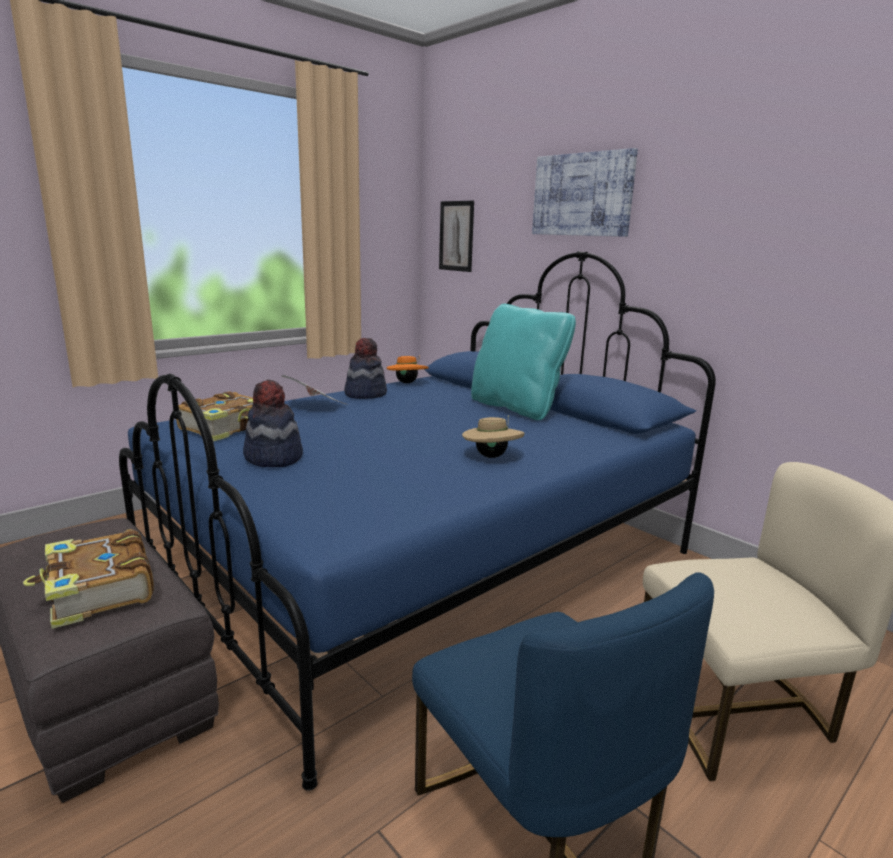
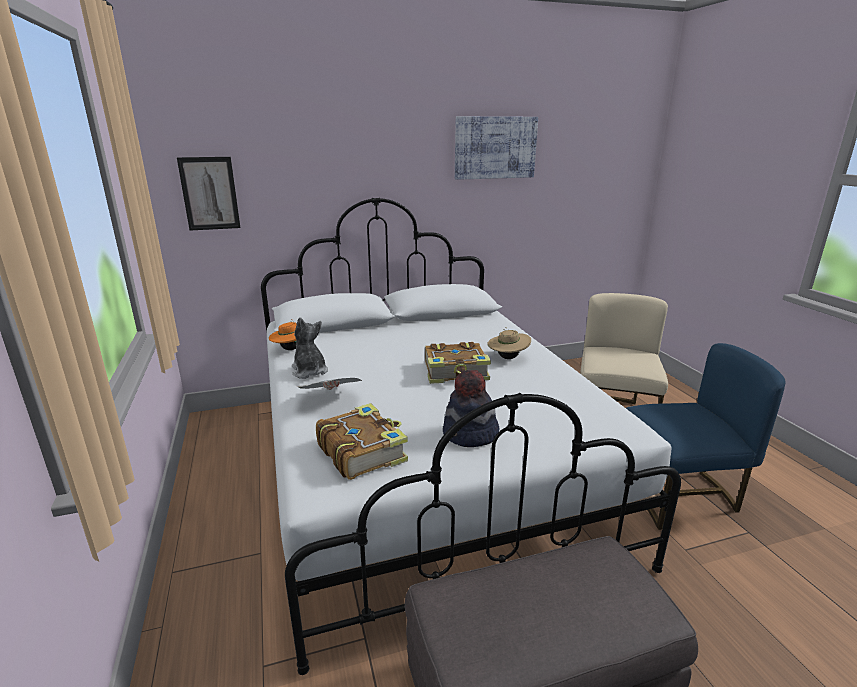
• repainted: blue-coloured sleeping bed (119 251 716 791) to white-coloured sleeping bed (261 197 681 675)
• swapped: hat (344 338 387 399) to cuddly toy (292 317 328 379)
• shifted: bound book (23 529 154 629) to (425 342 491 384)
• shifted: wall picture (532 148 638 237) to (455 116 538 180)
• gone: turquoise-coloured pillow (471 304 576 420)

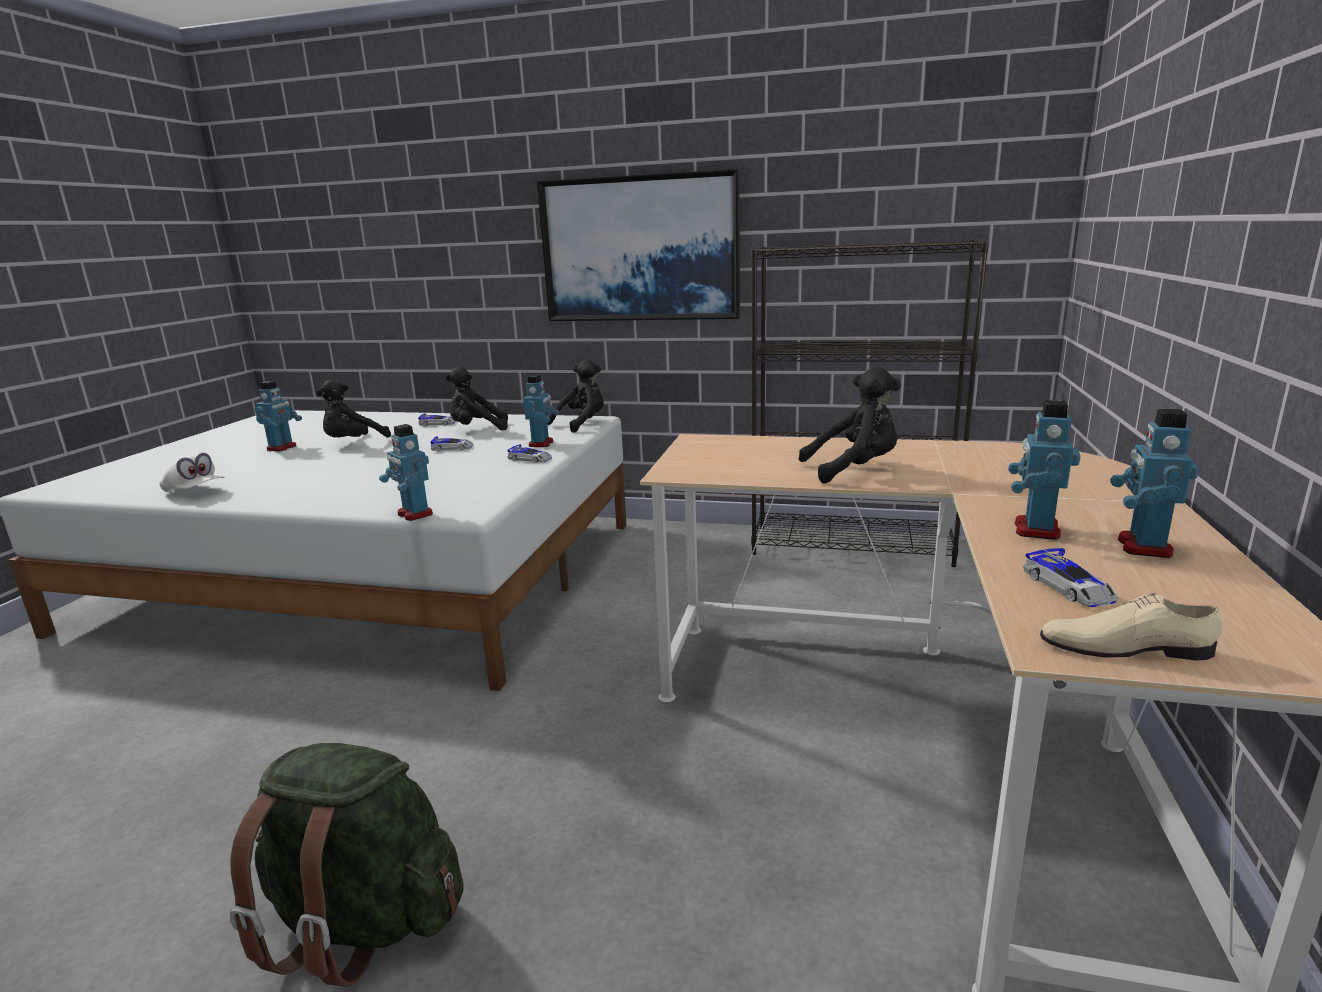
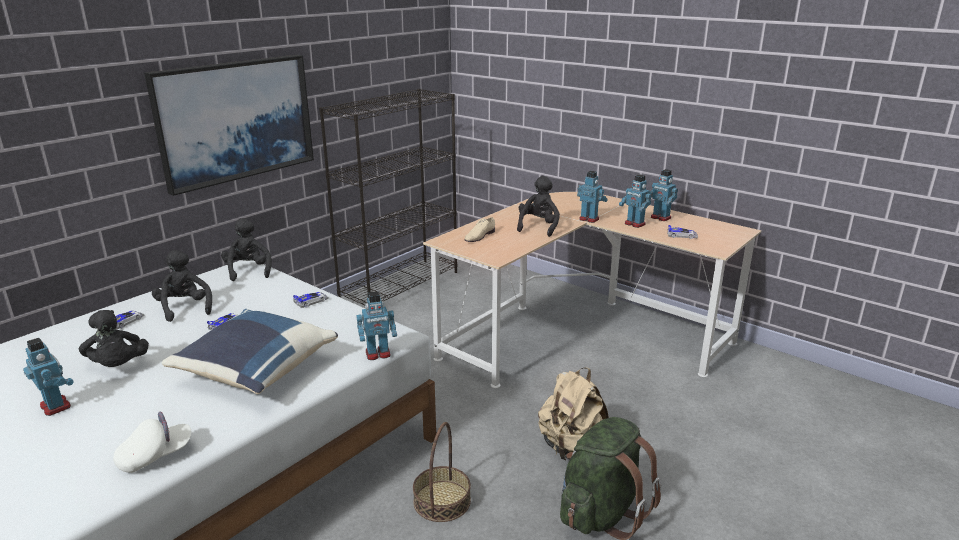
• rotated: black-coloured cuddly toy (446 367 508 430) = (152 250 212 322) 135 degrees clockwise
• new: blue-coloured pillow (162 309 338 394)
• new: household basket (413 422 471 522)
• shifted: sand-coloured shoe (1040 593 1222 661) to (464 217 495 242)
• new: sand-coloured rucksack (538 368 609 460)
• shifted: robot figure (521 374 559 447) to (577 171 608 223)

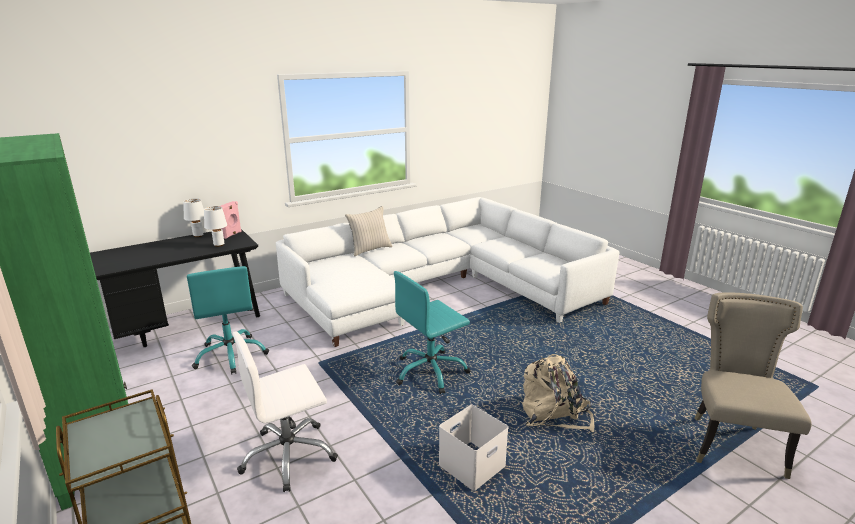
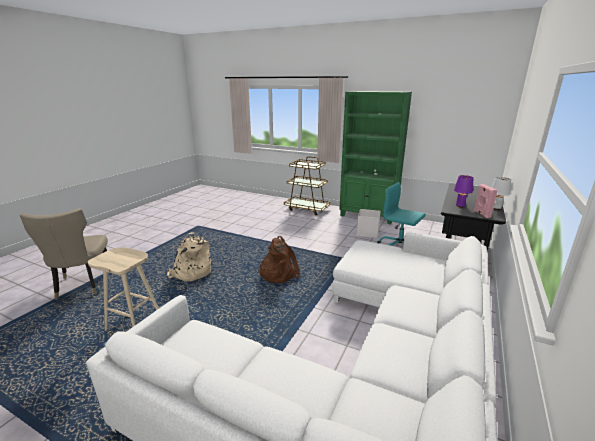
• new: sand-coloured stool (88 247 159 331)
• swapped: turquoise-coloured office chair (394 271 470 394) to brown rucksack (257 236 300 283)
• shifted: white-coloured storage box (439 405 508 491) to (357 209 381 238)
• repainted: white-coloured lamp for a table (204 206 227 247) to purple-coloured lamp for a table (454 175 473 207)
• gone: white-coloured office chair (232 332 338 492)
• gone: sand-coloured pillow (345 206 393 256)

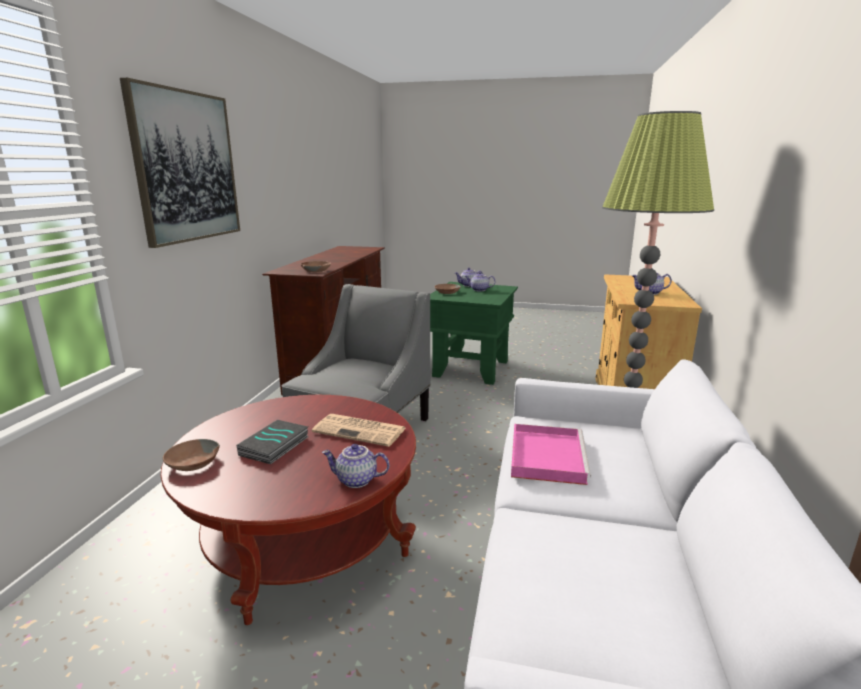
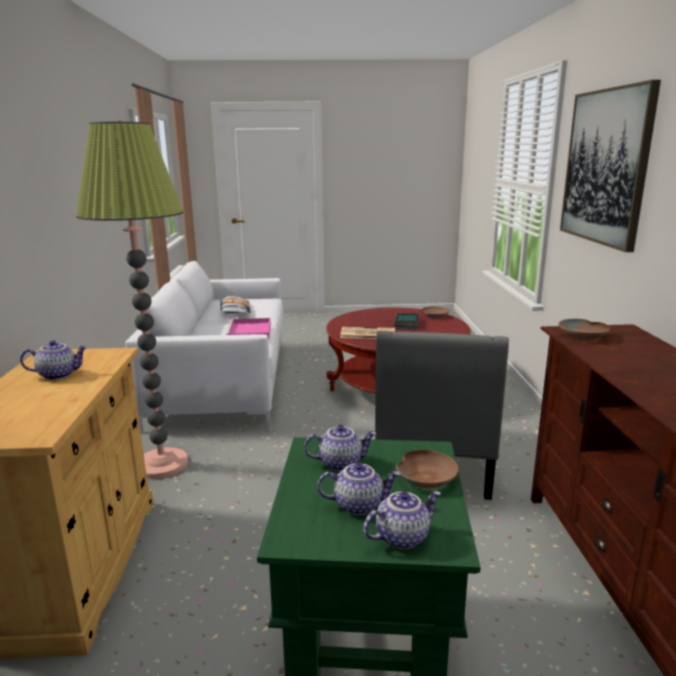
• new: pillow (220 296 251 313)
• shifted: teapot (322 444 389 488) to (304 425 377 471)

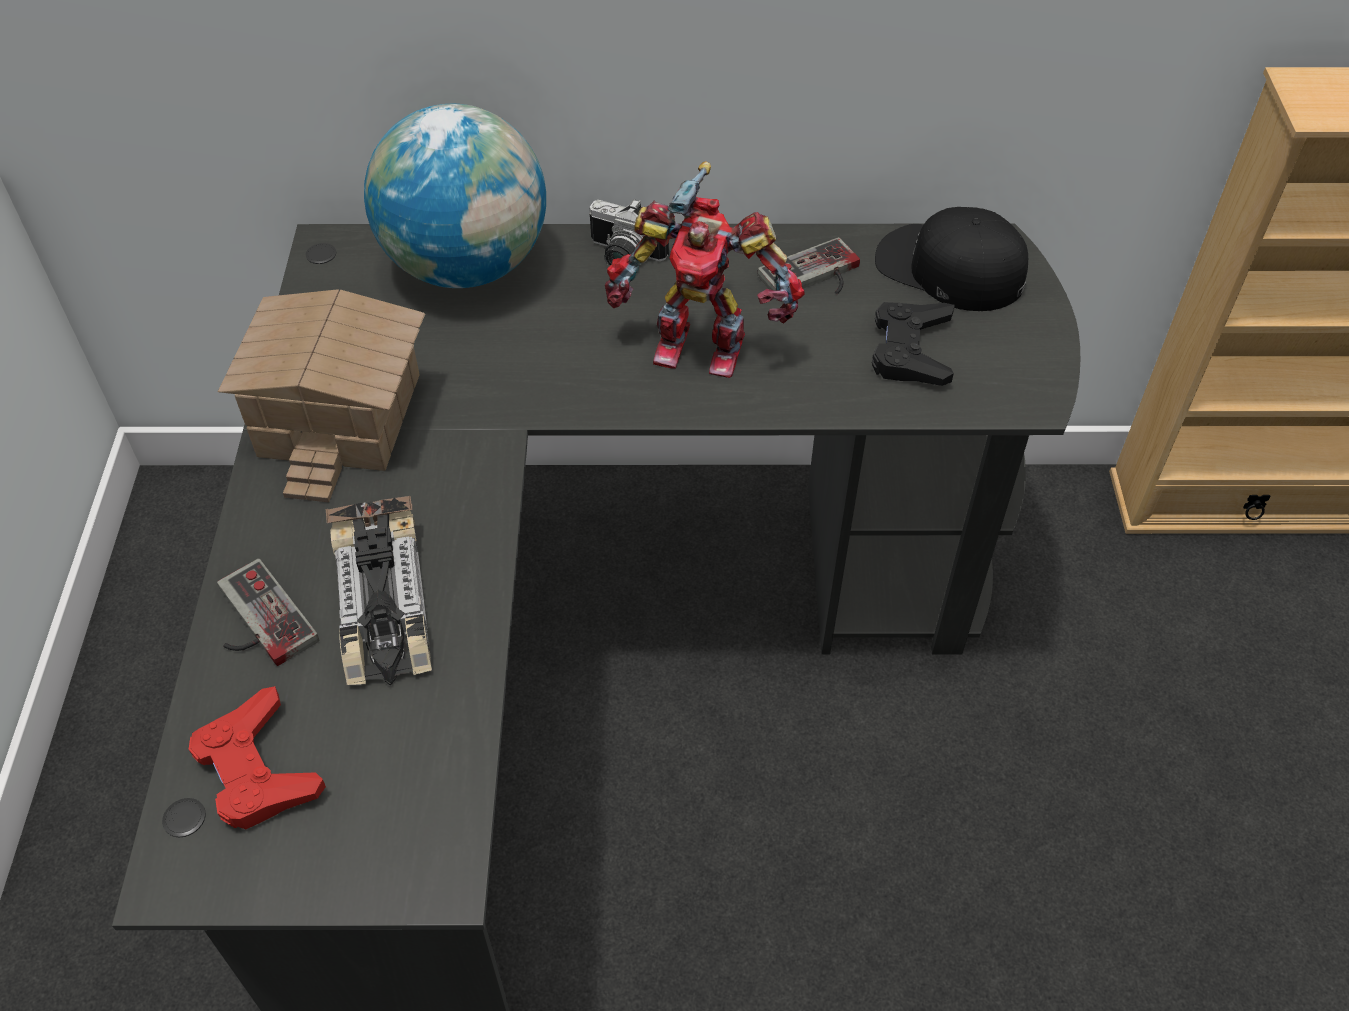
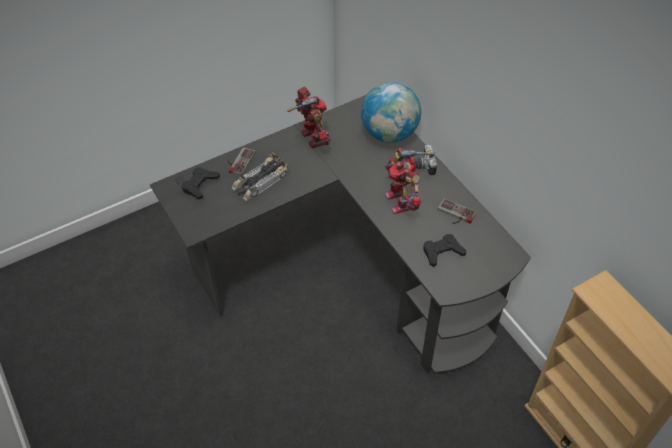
• repainted: red game controller (189 686 326 829) to black-coloured game controller (181 167 220 199)
• swapped: toy house (218 289 425 502) to robot figure (287 87 331 148)
• gone: black-coloured baseball cap (875 207 1028 311)

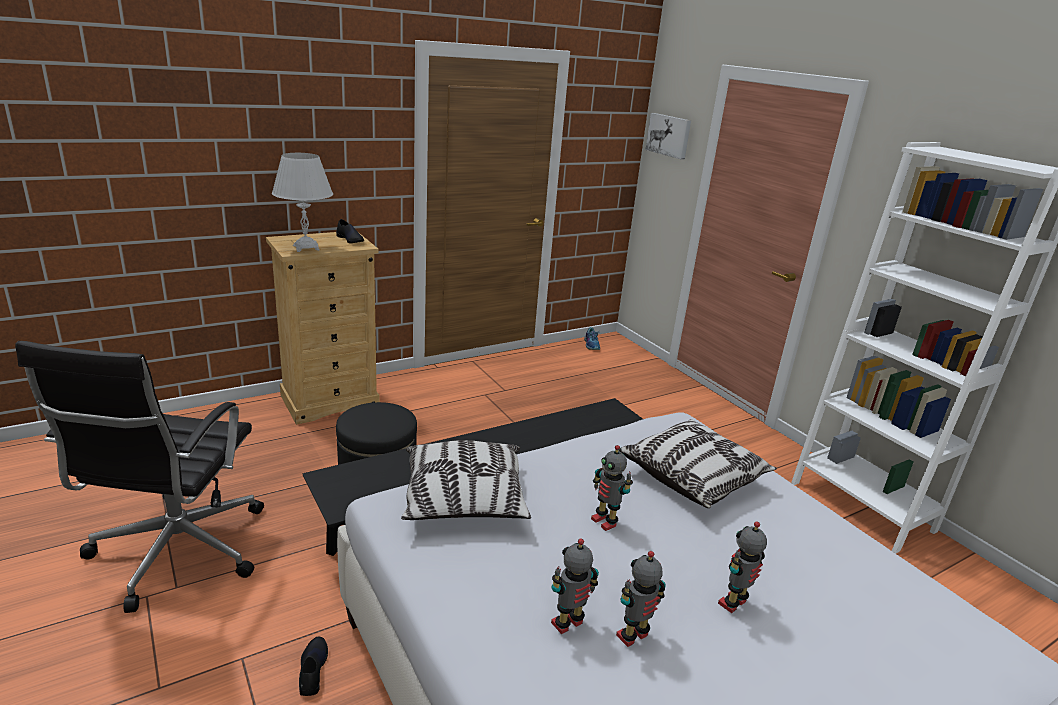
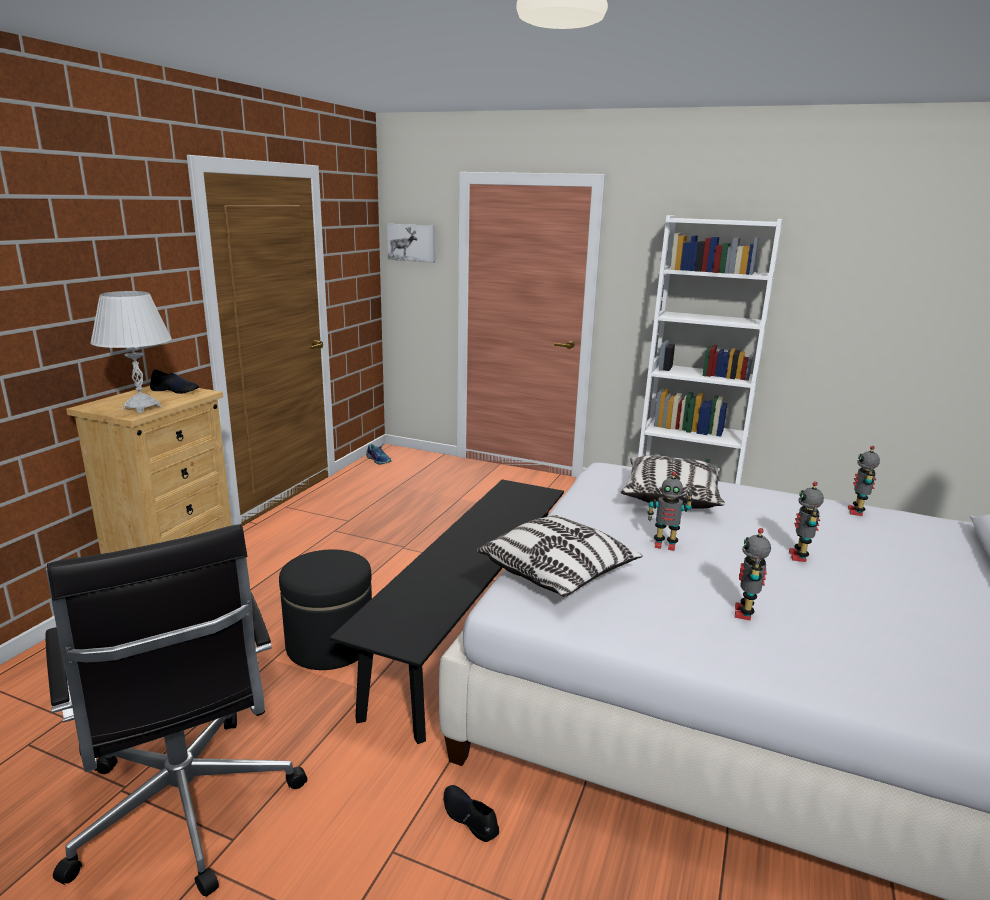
• shifted: robot figure (616 551 665 647) to (848 446 880 516)

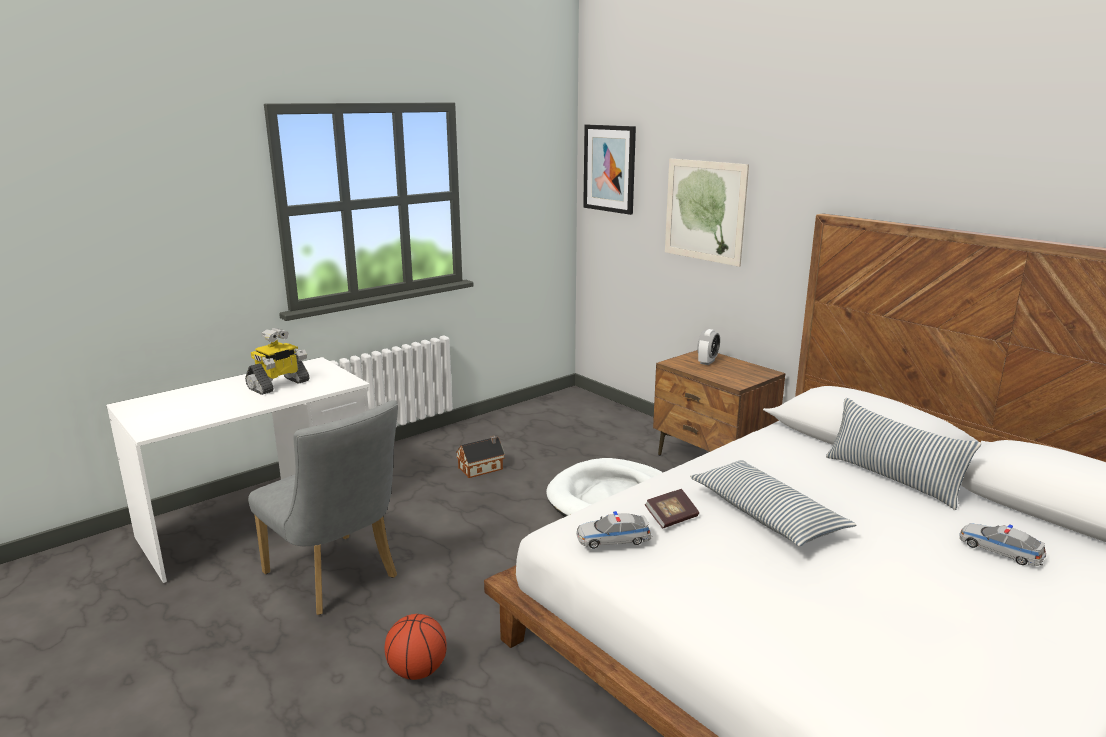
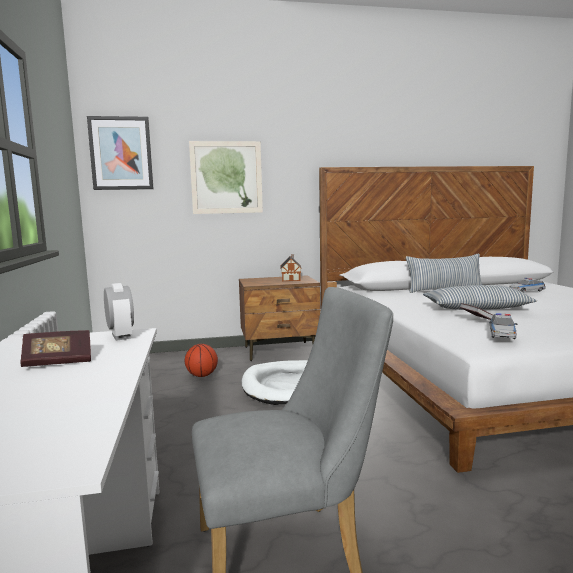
• swapped: robot figure (245 328 310 395) to bound book (20 330 91 367)
• shifted: alarm clock (697 329 720 365) to (104 283 134 341)
• shifted: basketball ball (385 614 447 680) to (185 344 218 377)
• shifted: toy house (456 436 505 478) to (280 254 302 281)

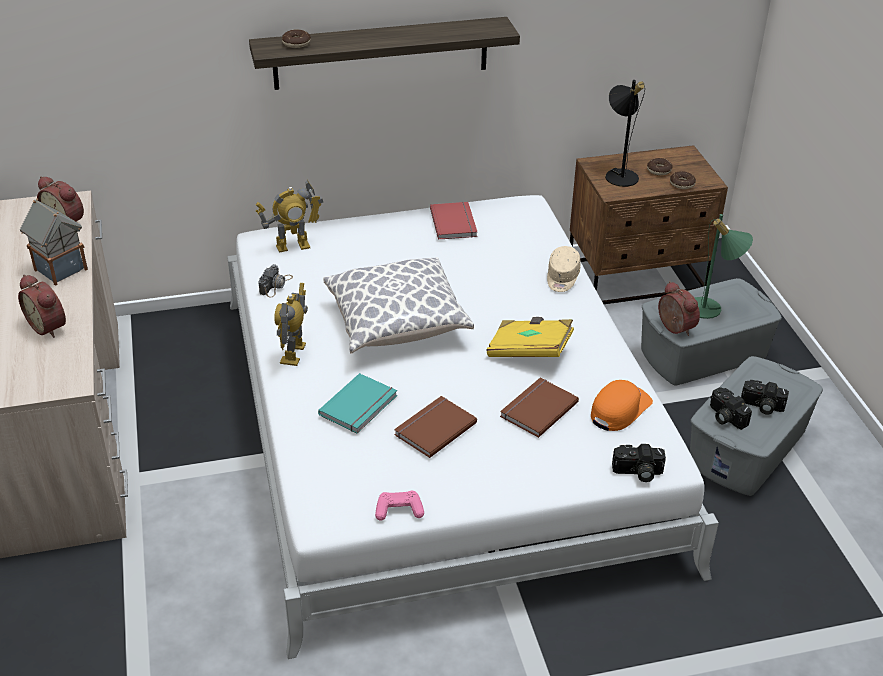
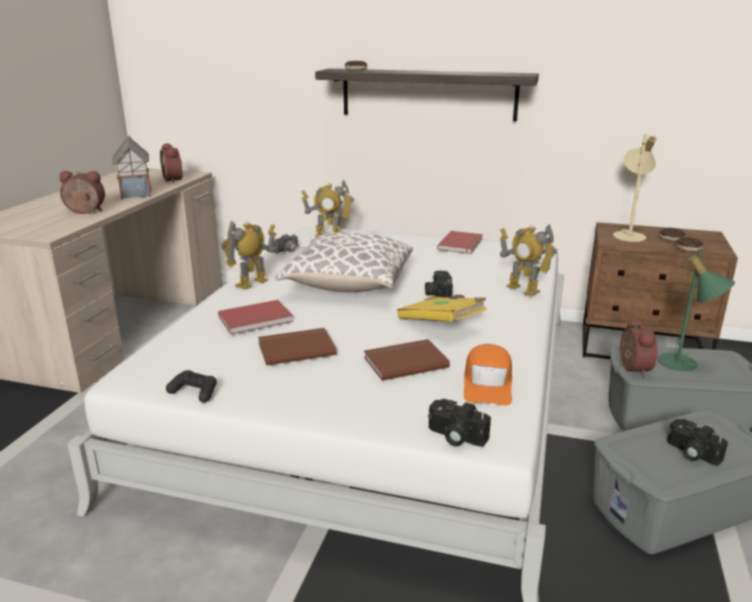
• rotated: alarm clock (18 274 66 338) = (59 171 105 214) 105 degrees clockwise
• repainted: pink-coloured game controller (375 491 424 521) to black-coloured game controller (166 370 217 403)
• repainted: turquoise-coloured bound book (318 373 397 433) to red bound book (218 300 293 334)
• shifted: still camera (710 387 752 430) to (425 270 453 298)
• rotated: orangey baseball cap (591 380 653 431) = (464 344 512 406) 120 degrees clockwise
• swapped: sand-coloured baseball cap (547 246 581 292) to robot figure (500 224 557 296)
• repainted: black-coloured lamp for a table (605 80 645 187) to sand-coloured lamp for a table (613 134 656 242)

